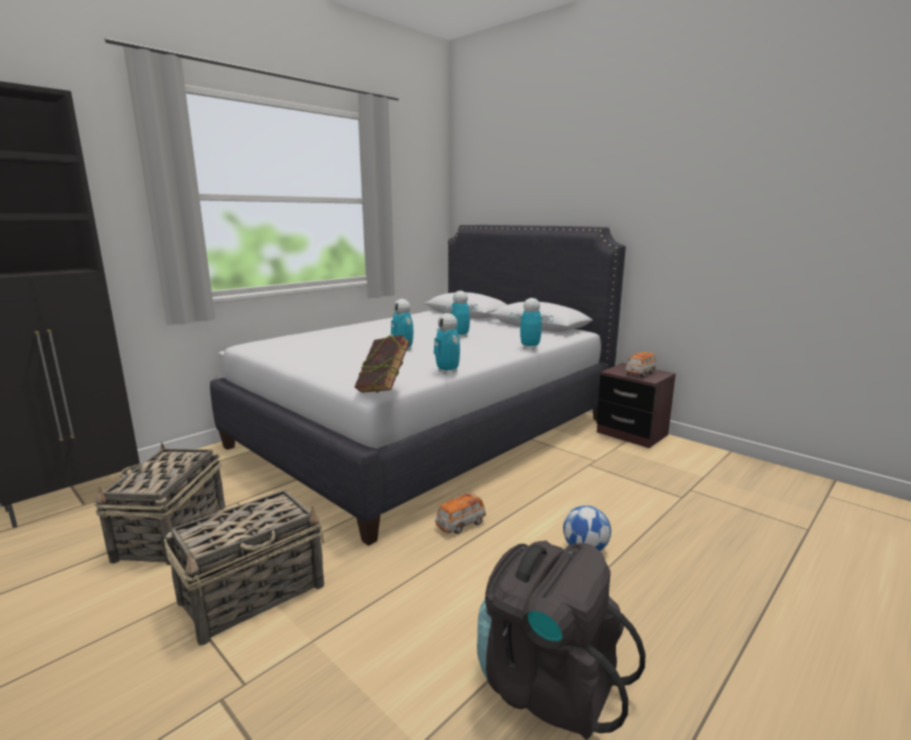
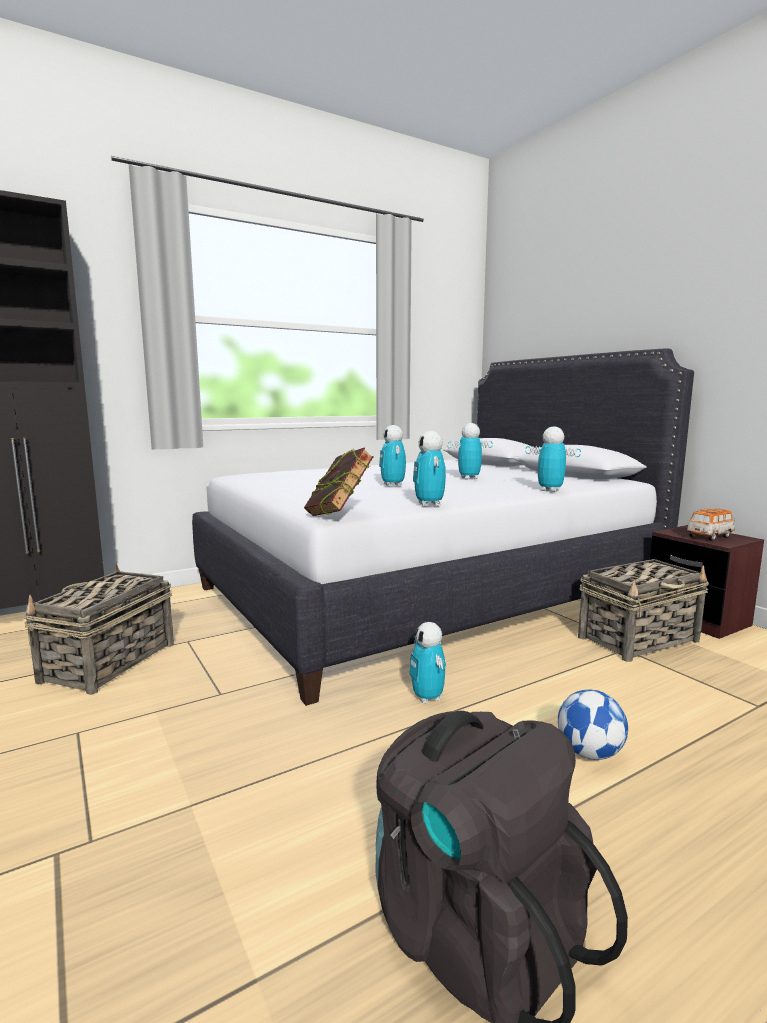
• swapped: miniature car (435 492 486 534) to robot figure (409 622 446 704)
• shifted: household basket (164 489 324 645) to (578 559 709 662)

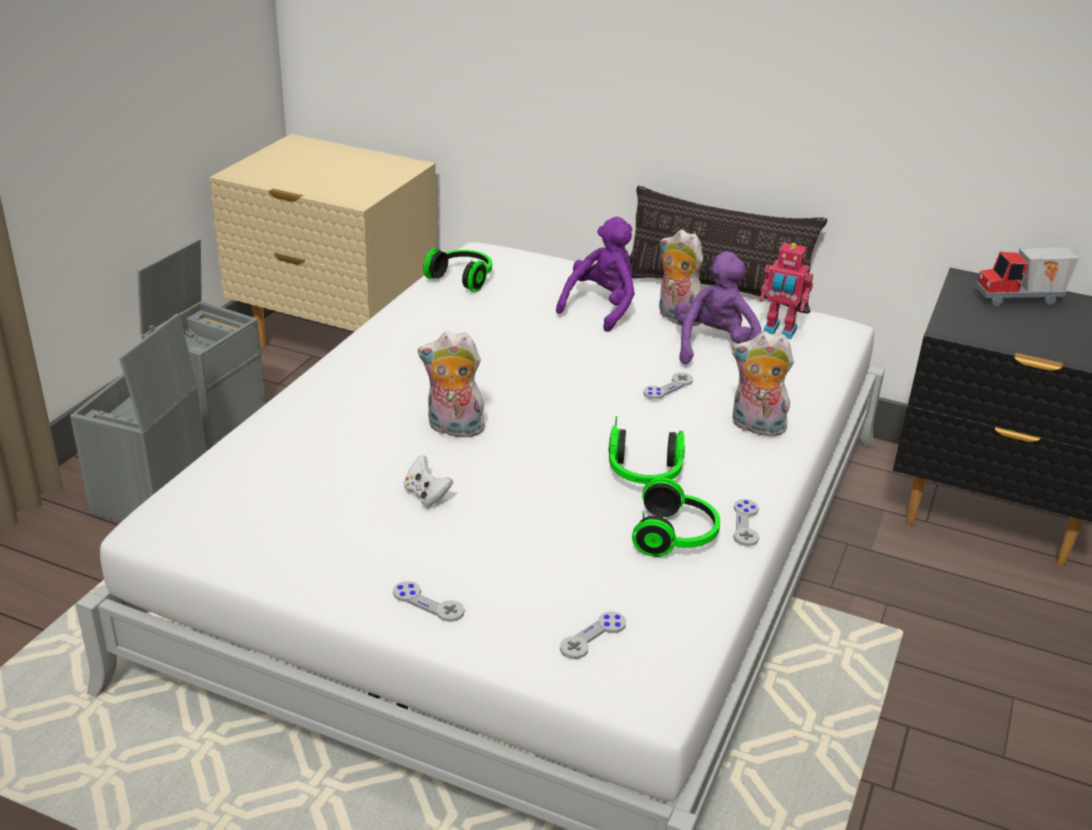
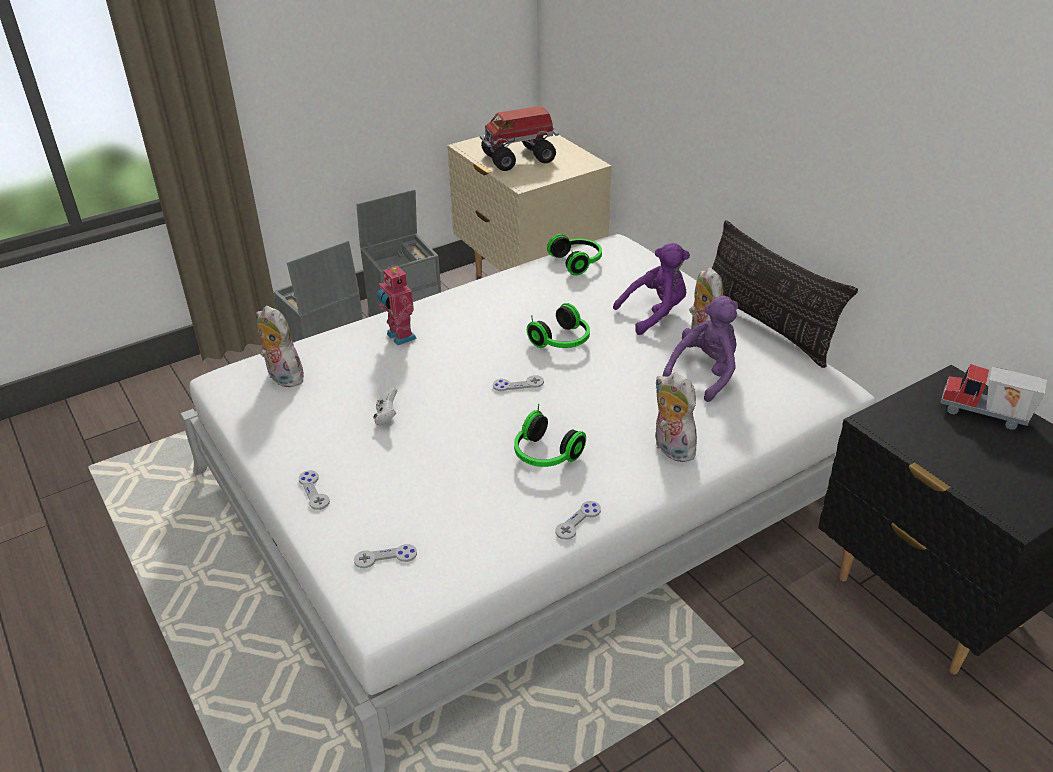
• shifted: cuddly toy (418 331 488 438) to (256 306 304 388)
• shifted: robot figure (760 242 813 340) to (377 265 417 346)
• new: toy lorry (480 106 559 171)
• shifted: gray game controller (643 373 693 399) to (493 375 544 391)
• shifted: headphones (632 478 720 557) to (527 303 590 348)

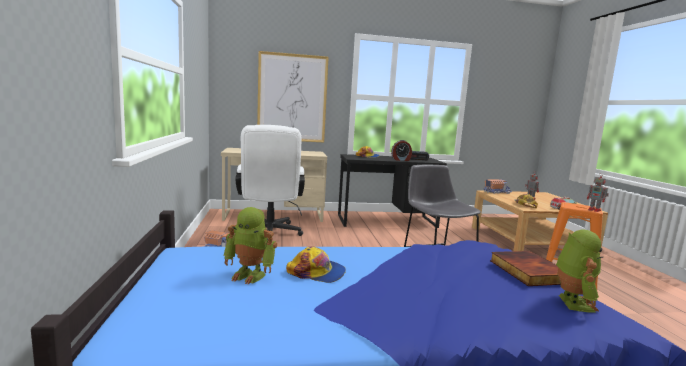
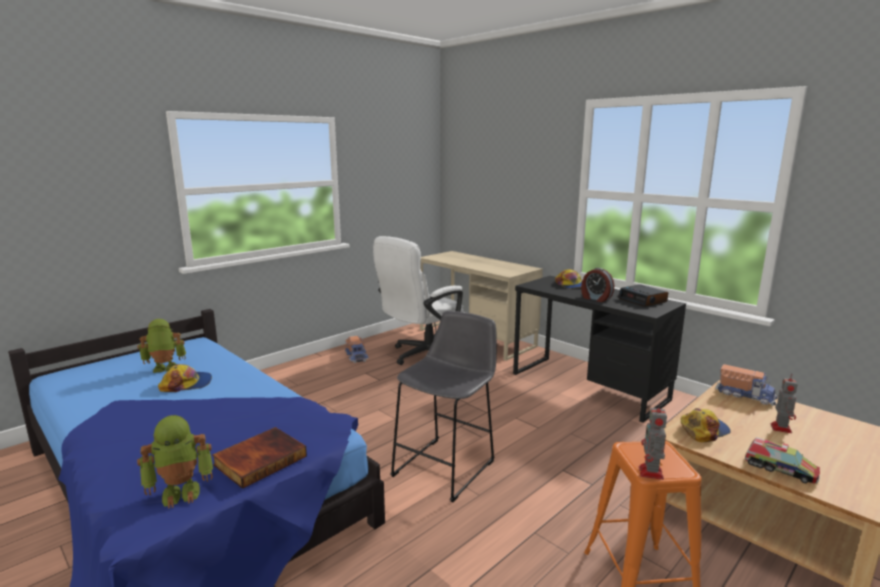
• rotated: robot figure (224 207 277 284) = (137 319 186 373) 90 degrees clockwise
• rotated: baseball cap (286 247 346 283) = (158 364 212 392) 90 degrees counterclockwise
• gone: wall picture (257 51 329 142)

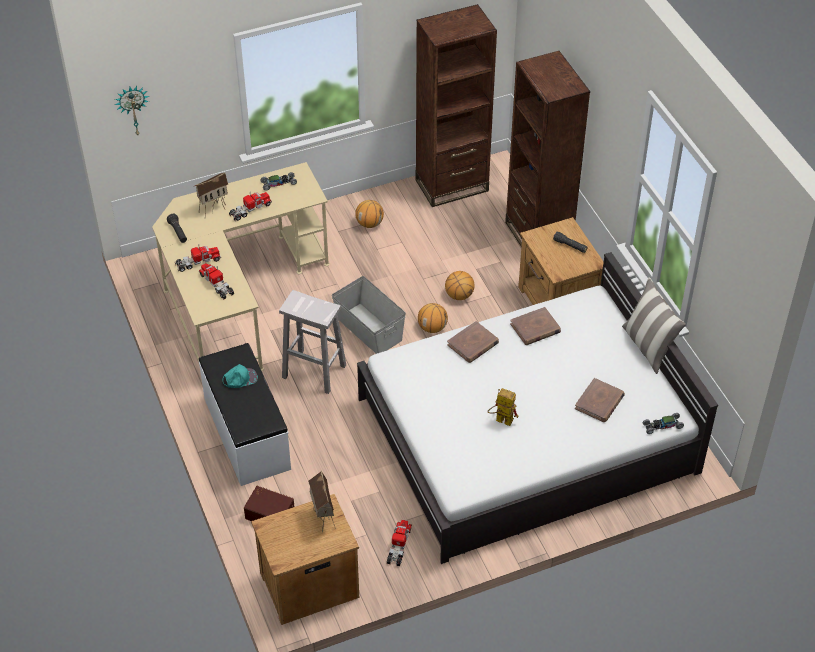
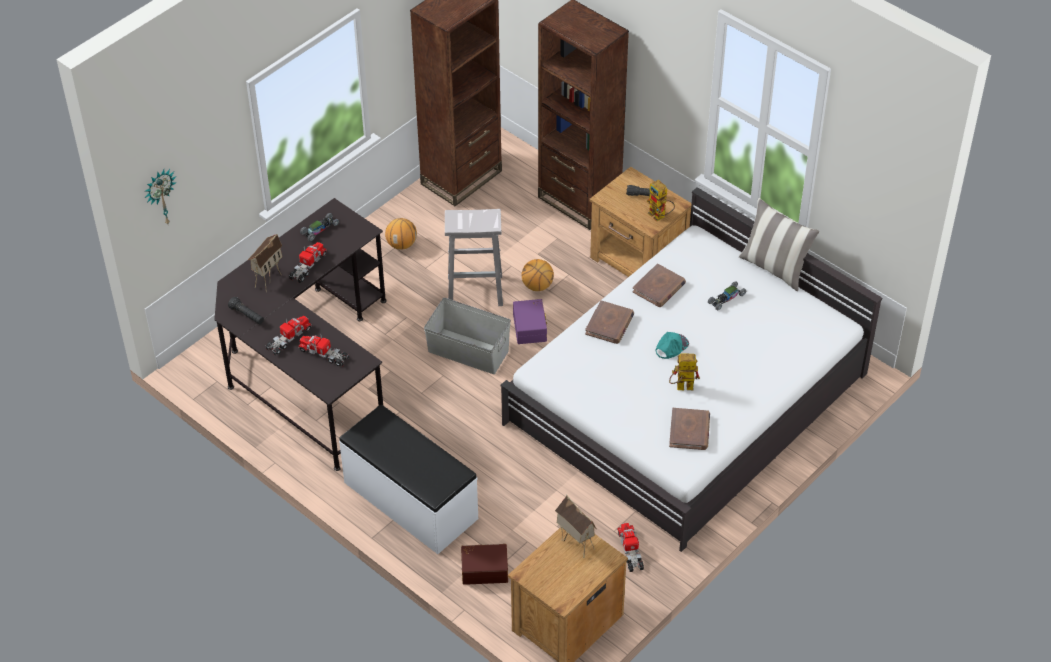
• repainted: sand-coloured desk unit (152 162 330 371) to black-coloured desk unit (214 198 387 471)
• shifted: white-coloured stool (279 290 346 394) to (445 209 503 306)
• swapped: basketball ball (418 303 448 333) to purple-coloured storage box (513 299 547 344)
• new: robot figure (647 180 675 221)
• shifted: turquoise-coloured baseball cap (223 364 258 388) to (655 332 689 359)
• shifted: brown bound book (575 378 625 422) to (669 408 710 450)
• shifted: miniature car (643 413 684 434) to (708 281 746 310)

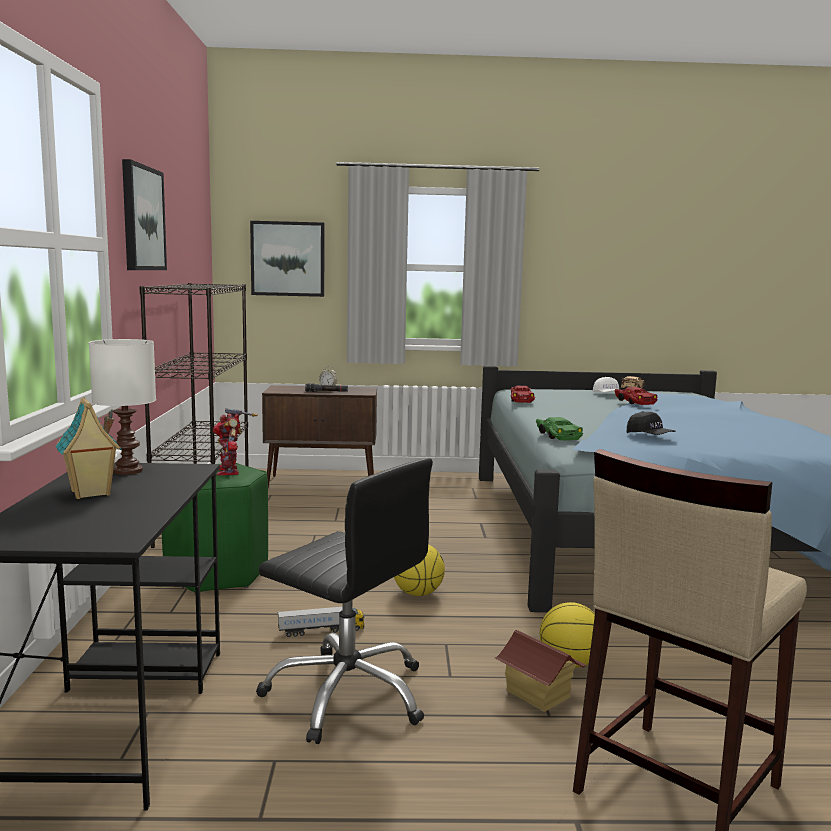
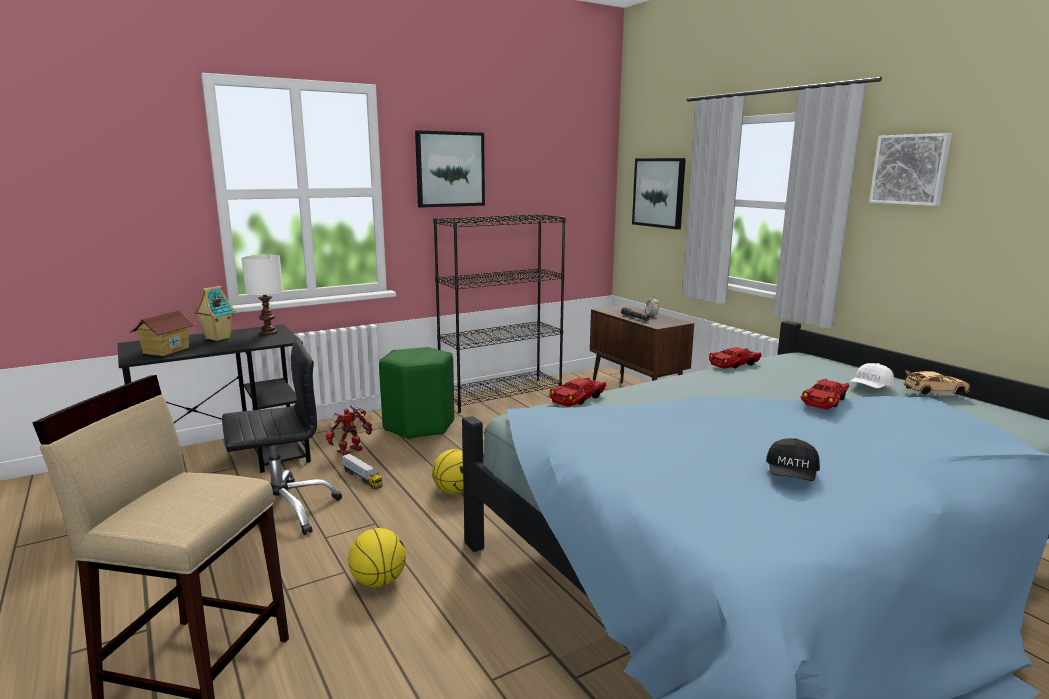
• shifted: toy house (495 630 586 712) to (128 310 196 356)
• rotated: black-coloured office chair (256 458 433 744) = (222 340 342 535) 120 degrees counterclockwise
• shifted: robot figure (213 408 258 476) to (326 404 373 455)
• repainted: green-coloured miniature car (536 417 583 441) to red miniature car (549 377 606 407)
• shifted: black-coloured baseball cap (626 411 675 435) to (766 438 820 481)
• new: wall picture (869 133 952 206)

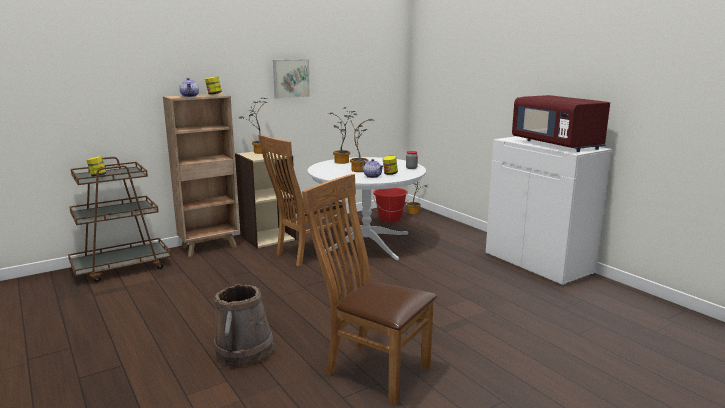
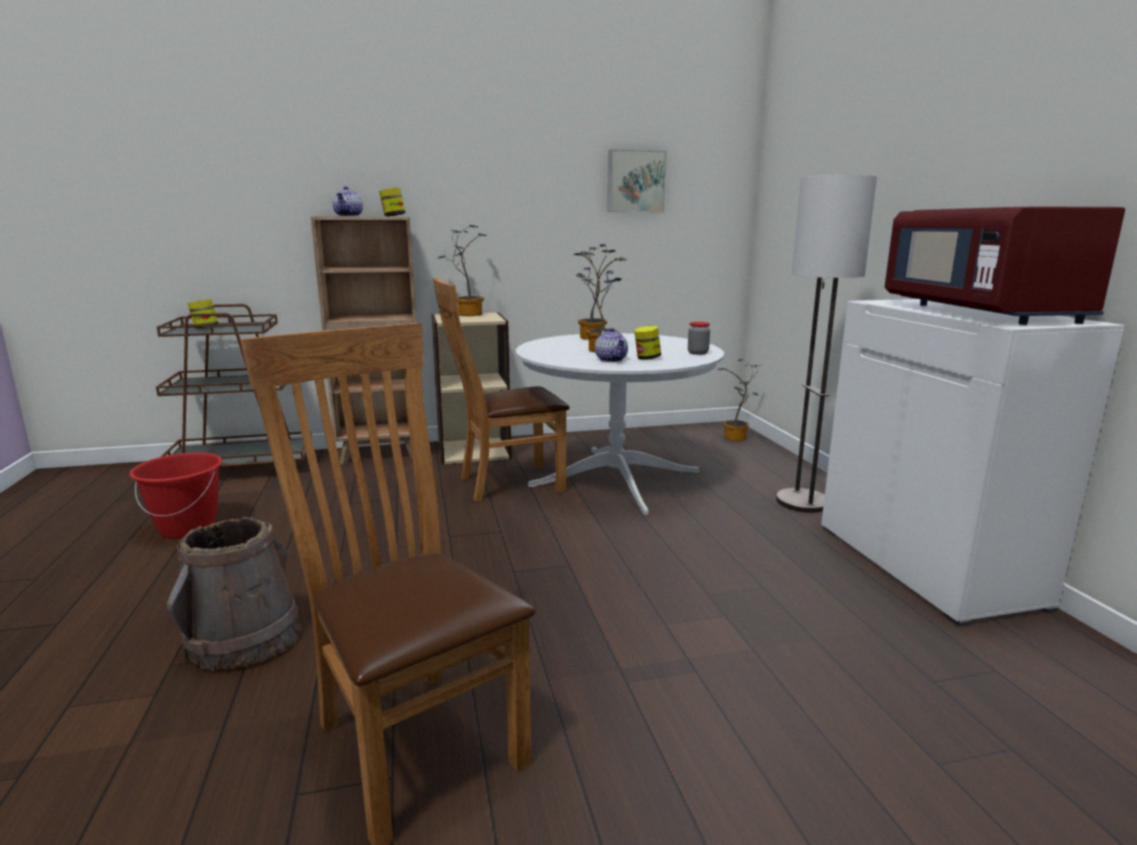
• shifted: red bucket (373 188 409 222) to (129 452 222 539)
• shifted: wall picture (273 59 310 99) to (607 149 667 212)
• new: floor lamp (776 175 877 513)

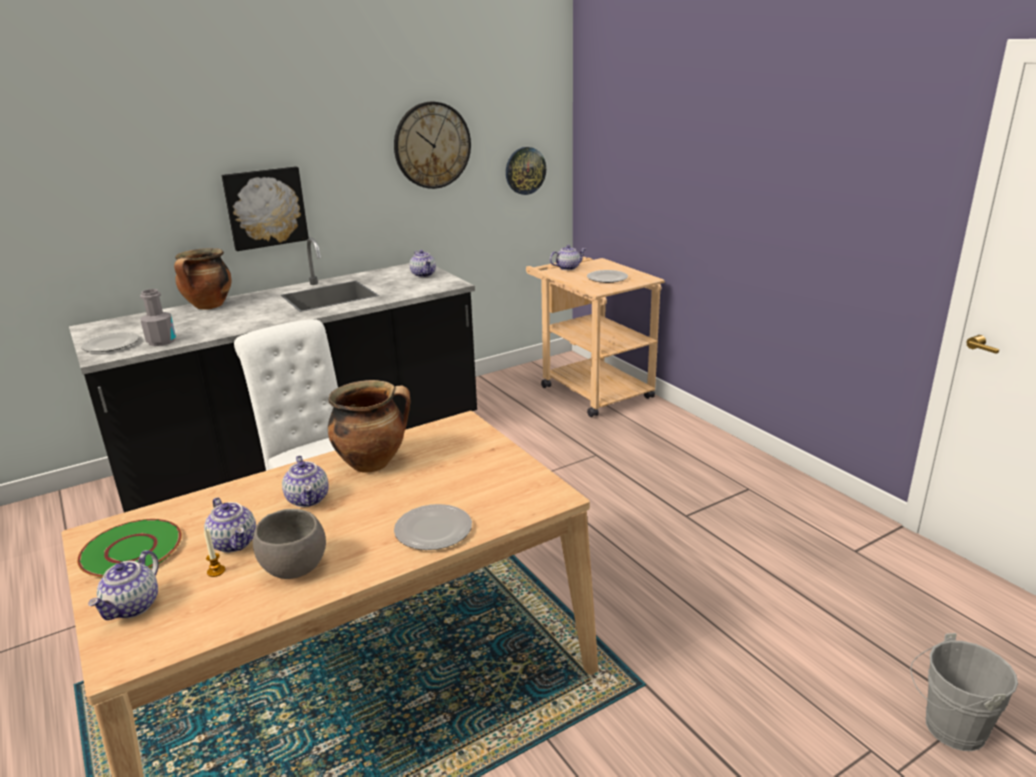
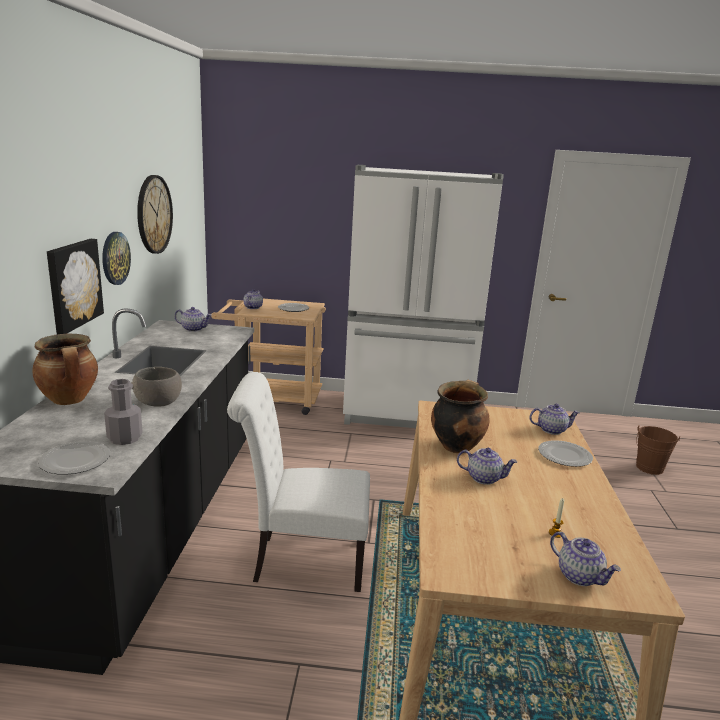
• shifted: wall clock (506 147 546 195) to (102 232 131 285)
• shifted: gray bowl (253 509 326 579) to (131 367 182 407)
• new: white-coloured fridge (343 165 504 428)
• shifted: teapot (204 498 256 553) to (529 404 580 435)
• repainted: gray bucket (910 633 1018 751) to brown bucket (636 426 680 475)
• gone: green-coloured flat dish (77 519 182 578)

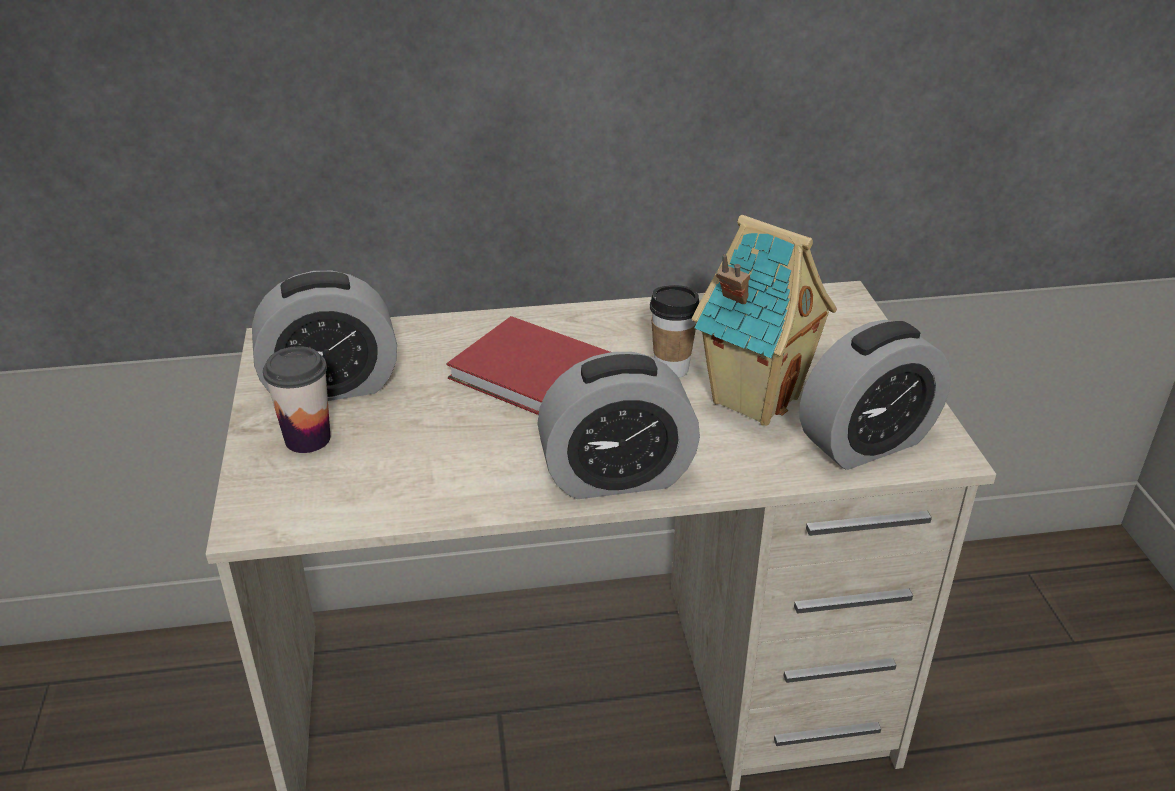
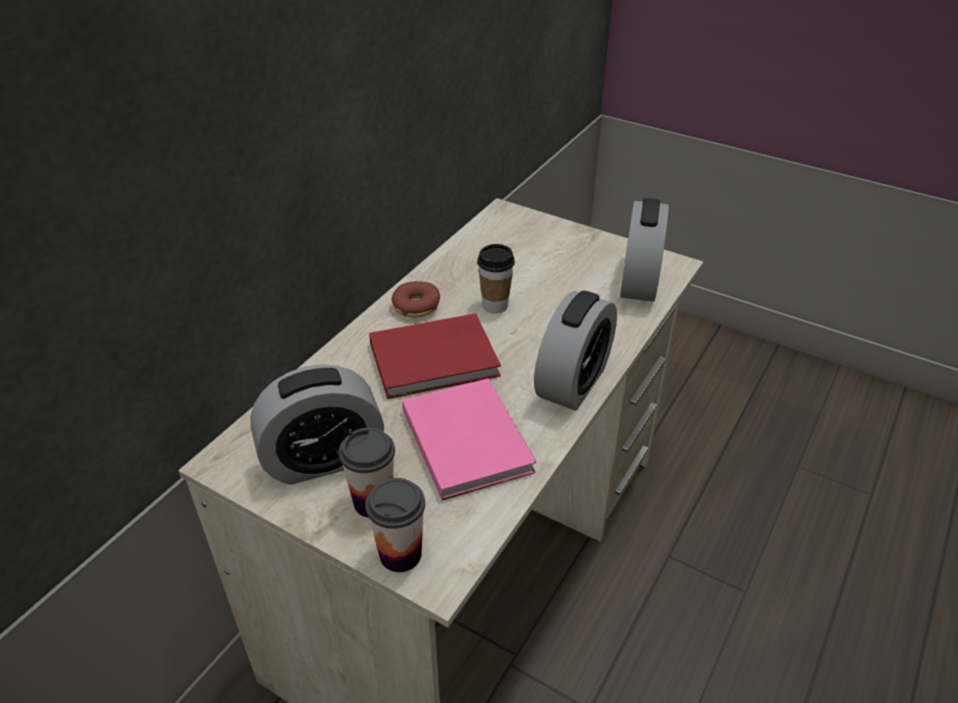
• rotated: alarm clock (252 271 397 401) = (250 364 384 485) 45 degrees clockwise
• new: cup (365 478 425 572)
• new: doughnut (391 281 440 317)
• new: pink-coloured bound book (402 378 536 500)
• gone: toy house (692 215 837 426)

